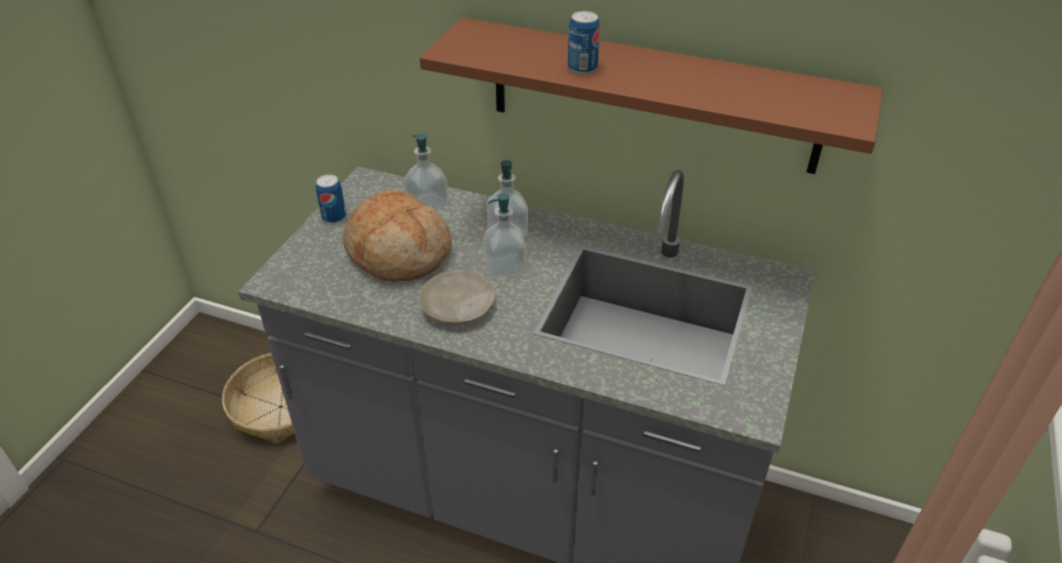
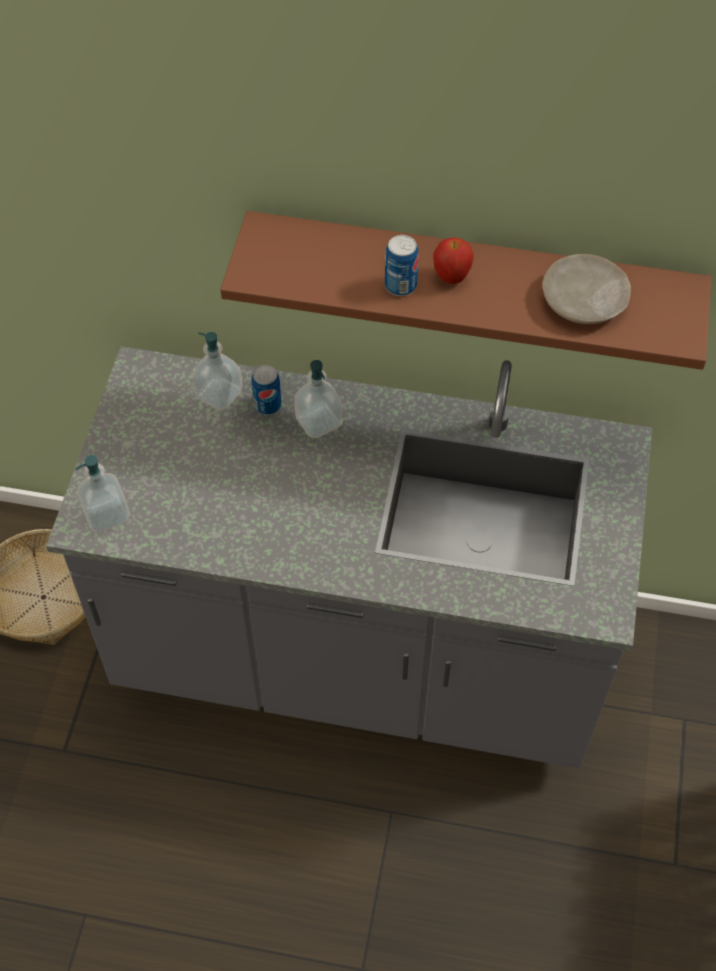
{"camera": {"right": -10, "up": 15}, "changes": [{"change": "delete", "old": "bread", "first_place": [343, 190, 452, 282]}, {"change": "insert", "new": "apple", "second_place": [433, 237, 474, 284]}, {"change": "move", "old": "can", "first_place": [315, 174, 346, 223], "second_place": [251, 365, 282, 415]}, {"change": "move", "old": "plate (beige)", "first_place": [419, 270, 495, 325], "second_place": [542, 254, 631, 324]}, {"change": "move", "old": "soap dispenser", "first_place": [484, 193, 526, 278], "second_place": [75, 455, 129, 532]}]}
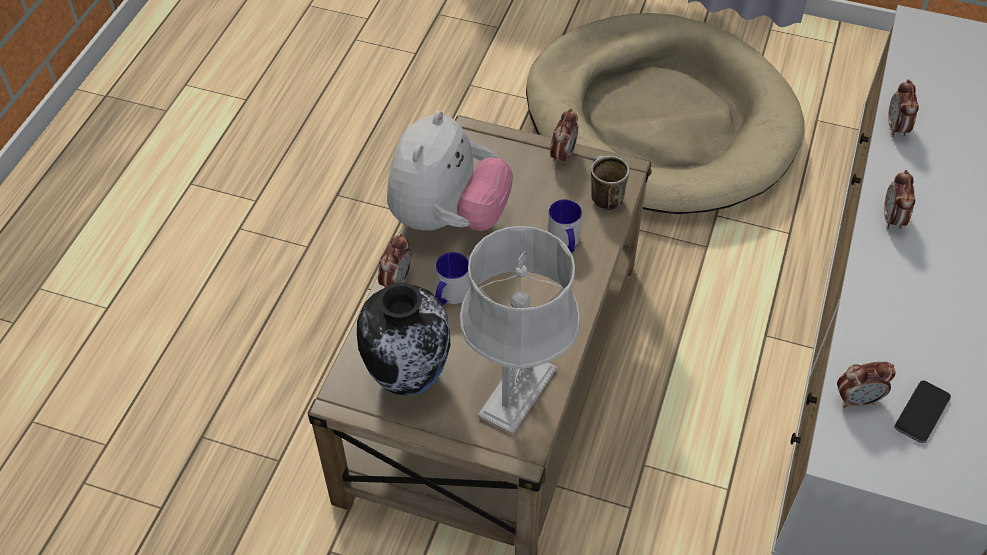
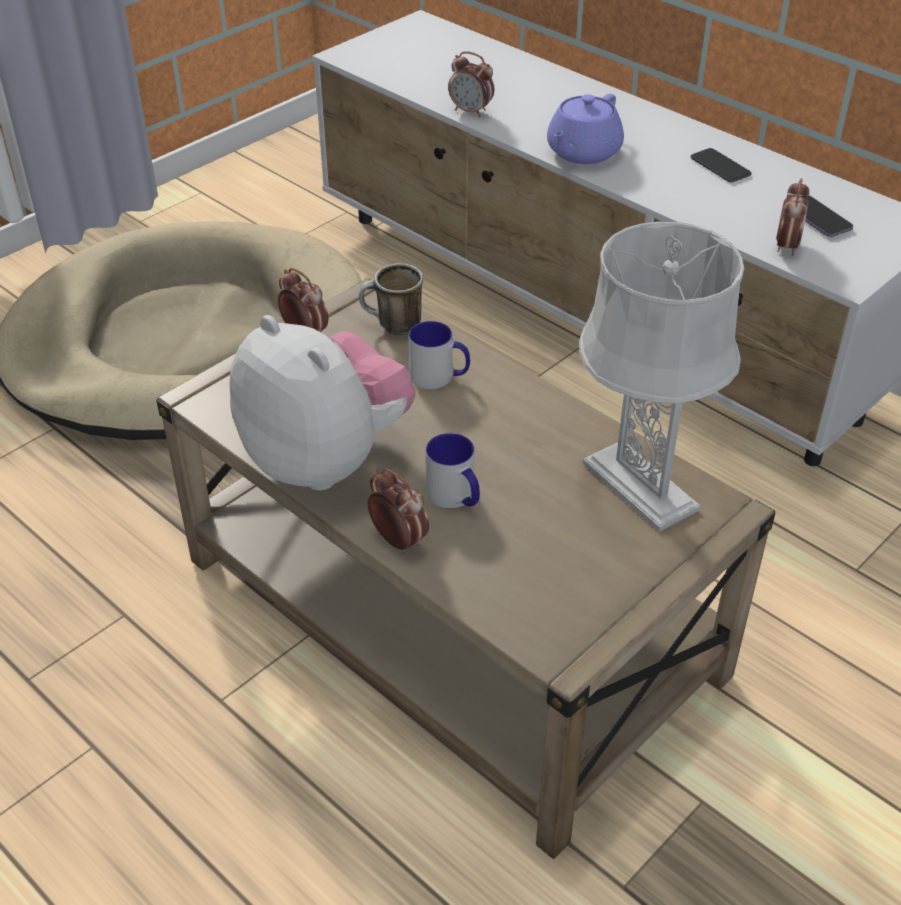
{"camera": {"right": -65, "up": -10}, "changes": [{"change": "delete", "old": "vase", "first_place": [357, 282, 450, 396]}, {"change": "insert", "new": "phone", "second_place": [690, 148, 752, 182]}, {"change": "replace", "old": "alarm clock", "new": "teapot (purple)", "first_place": [884, 170, 915, 229], "second_place": [547, 94, 624, 164]}]}
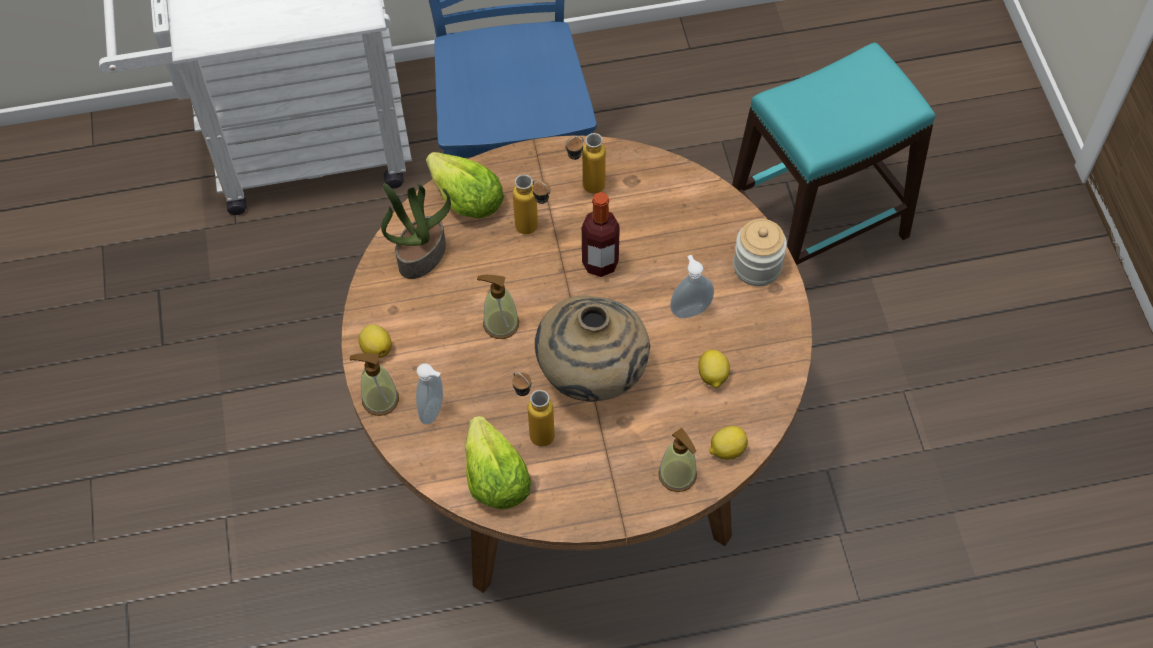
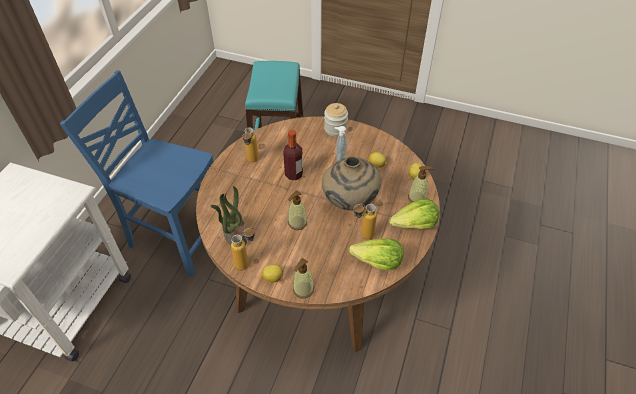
{"camera": {"right": -60, "up": -10}, "changes": [{"change": "delete", "old": "soap dispenser", "first_place": [416, 363, 443, 424]}, {"change": "move", "old": "lettuce", "first_place": [426, 152, 504, 218], "second_place": [389, 199, 439, 229]}, {"change": "move", "old": "bottle", "first_place": [513, 174, 550, 234], "second_place": [231, 228, 255, 270]}]}
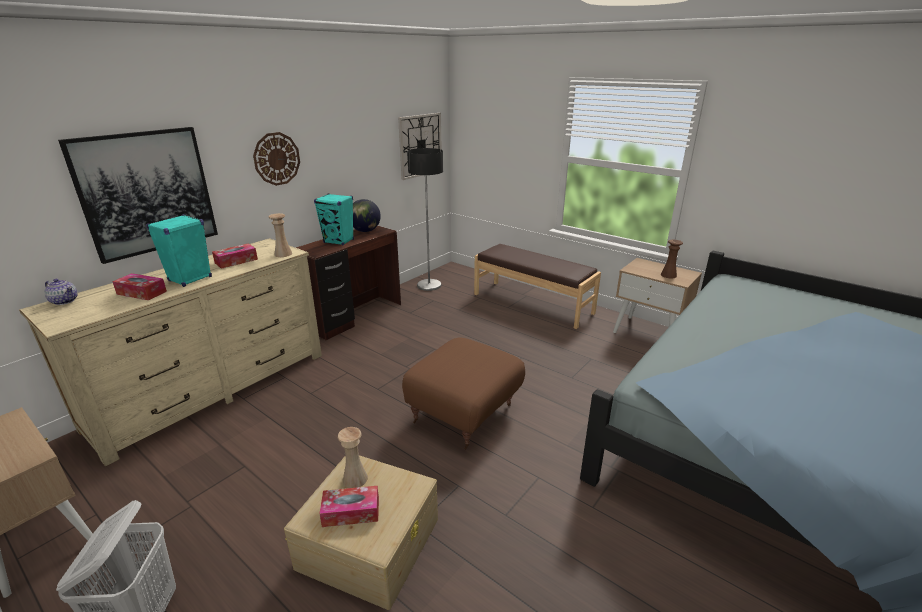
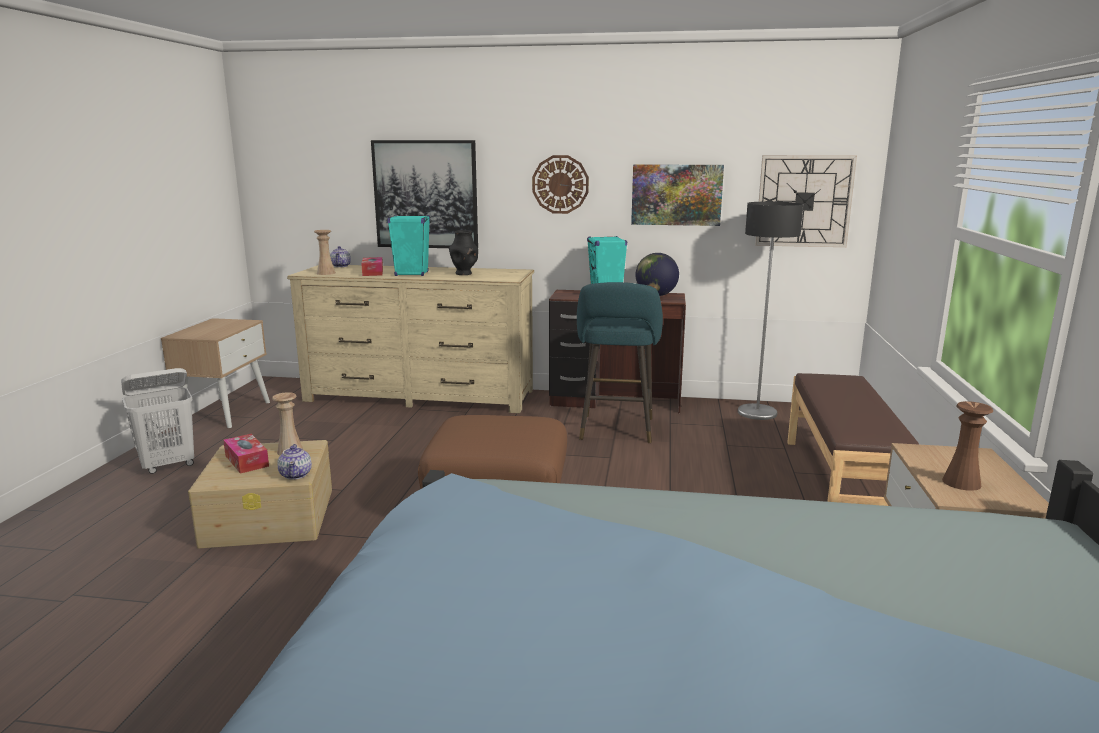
{"camera": {"right": 60, "up": -10}, "changes": [{"change": "insert", "new": "teapot", "second_place": [277, 444, 312, 480]}, {"change": "insert", "new": "stool (turquoise)", "second_place": [577, 282, 663, 443]}, {"change": "insert", "new": "picture", "second_place": [631, 164, 724, 226]}, {"change": "move", "old": "vase (beige)", "first_place": [269, 213, 292, 257], "second_place": [314, 230, 336, 275]}, {"change": "replace", "old": "tissue box", "new": "vase (black)", "first_place": [212, 244, 258, 269], "second_place": [449, 230, 478, 275]}]}
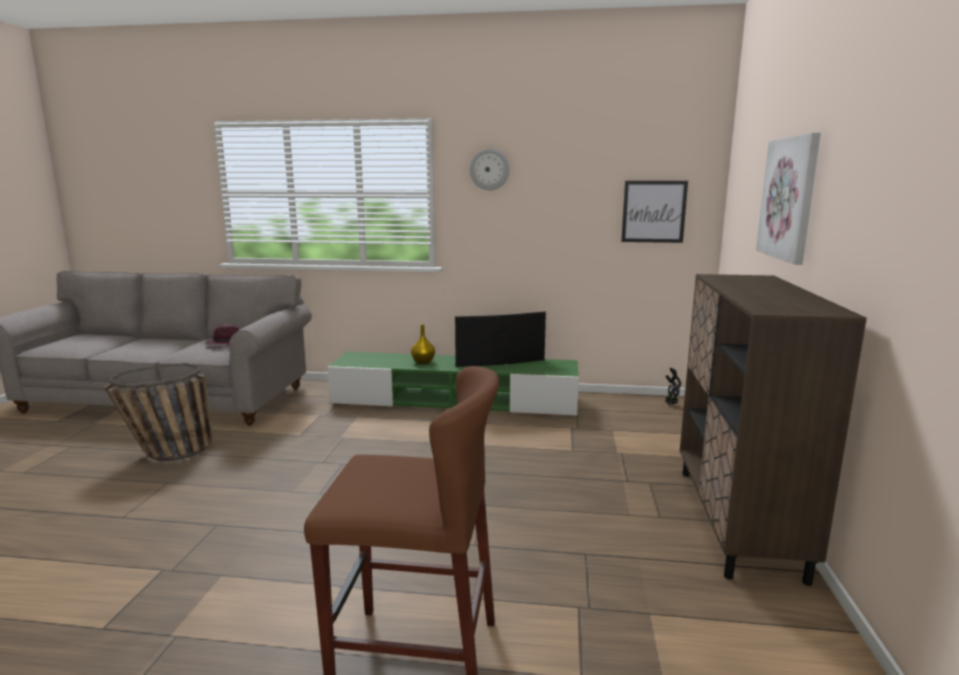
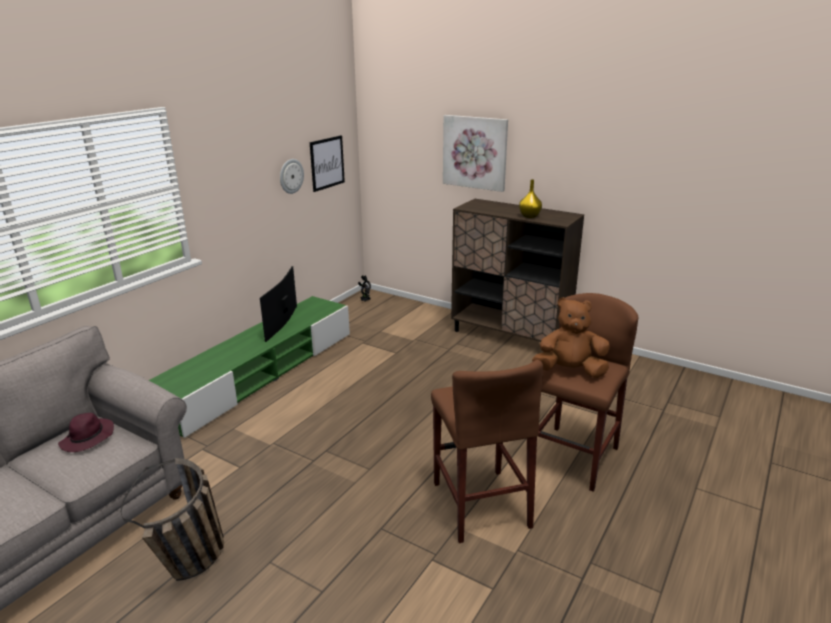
{"camera": {"right": -65, "up": 10}, "changes": [{"change": "insert", "new": "stool (brown)", "second_place": [431, 360, 543, 543]}, {"change": "insert", "new": "plush toy (brown)", "second_place": [532, 297, 610, 378]}, {"change": "move", "old": "vase (yellow)", "first_place": [411, 324, 435, 364], "second_place": [519, 180, 542, 218]}, {"change": "move", "old": "wall clock", "first_place": [470, 149, 509, 190], "second_place": [280, 159, 304, 194]}]}
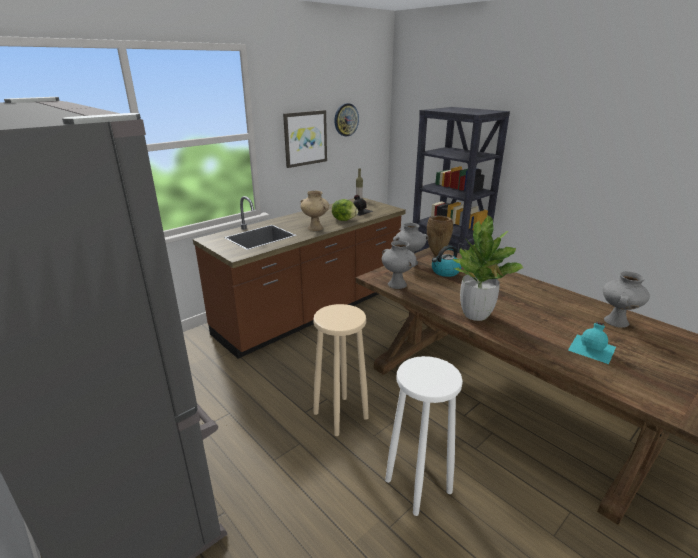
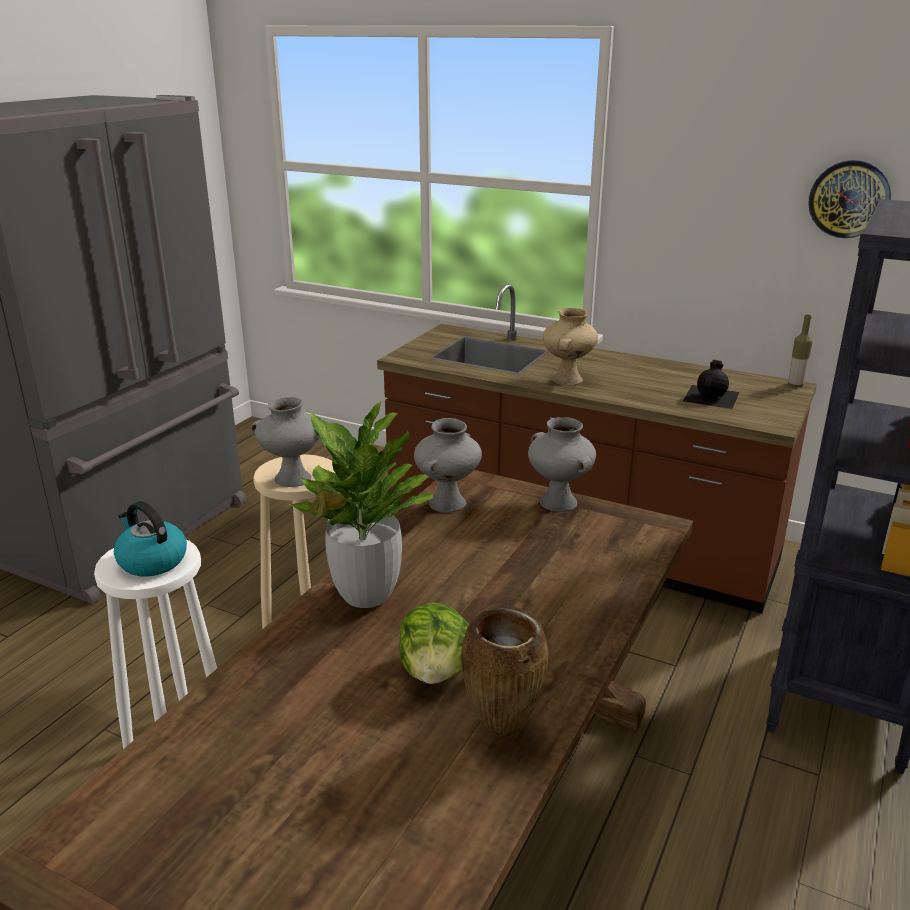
{"camera": {"right": 70, "up": 0}, "changes": [{"change": "delete", "old": "picture", "first_place": [283, 110, 327, 168]}, {"change": "delete", "old": "bottle (turquoise)", "first_place": [568, 322, 616, 364]}, {"change": "move", "old": "lettuce", "first_place": [332, 199, 358, 221], "second_place": [399, 603, 469, 684]}, {"change": "move", "old": "vase (brown)", "first_place": [427, 215, 453, 256], "second_place": [461, 604, 549, 737]}, {"change": "move", "old": "kettle", "first_place": [432, 245, 462, 277], "second_place": [114, 501, 187, 577]}, {"change": "move", "old": "vase (grey)", "first_place": [603, 271, 650, 328], "second_place": [251, 397, 320, 487]}]}
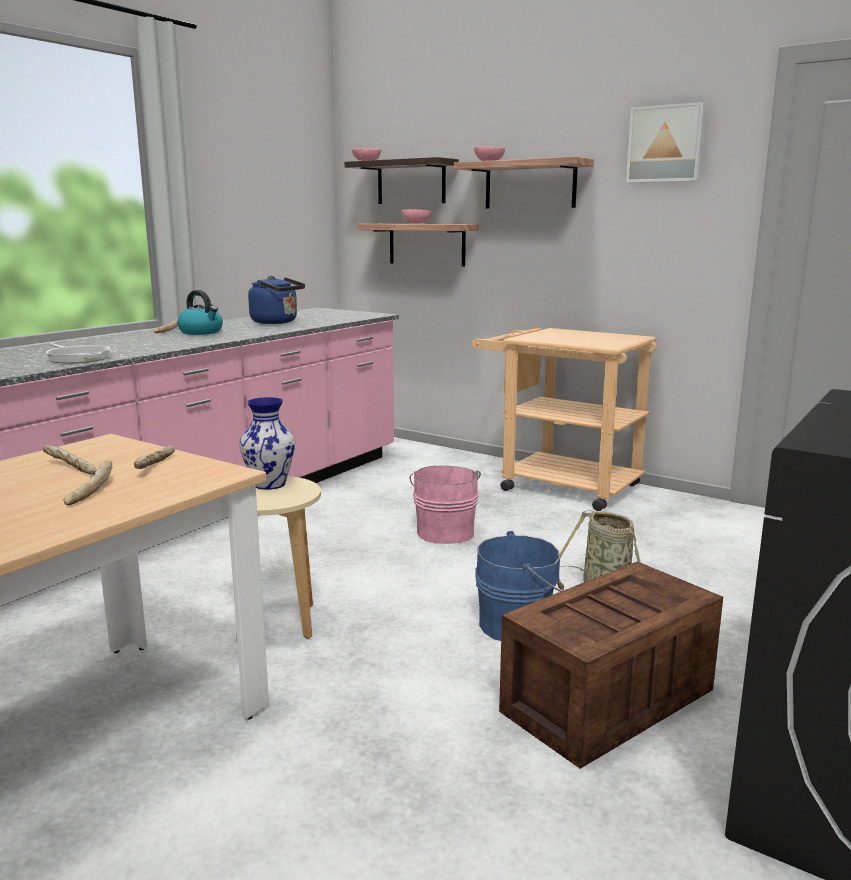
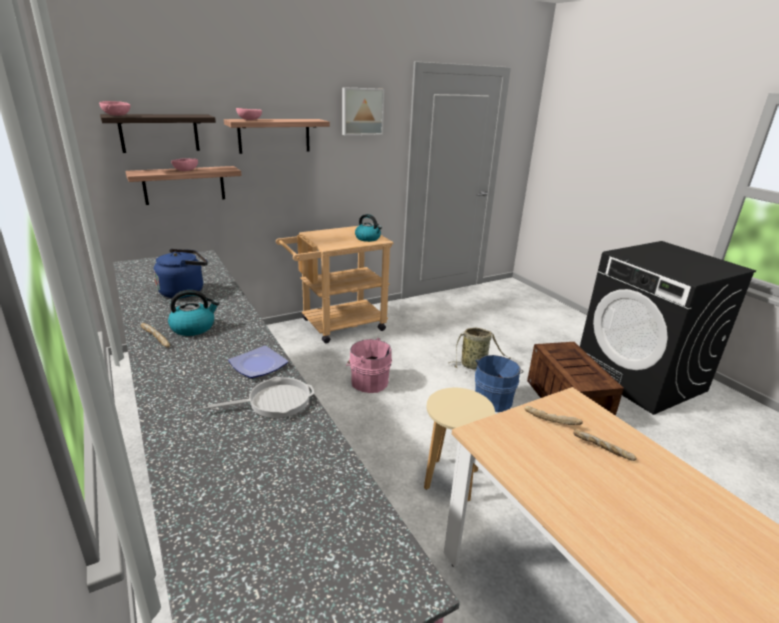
{"camera": {"right": -65, "up": 10}, "changes": [{"change": "delete", "old": "bread", "first_place": [43, 445, 97, 475]}, {"change": "delete", "old": "vase", "first_place": [239, 397, 295, 490]}, {"change": "insert", "new": "plate", "second_place": [228, 345, 288, 378]}, {"change": "insert", "new": "kettle", "second_place": [355, 214, 382, 242]}]}
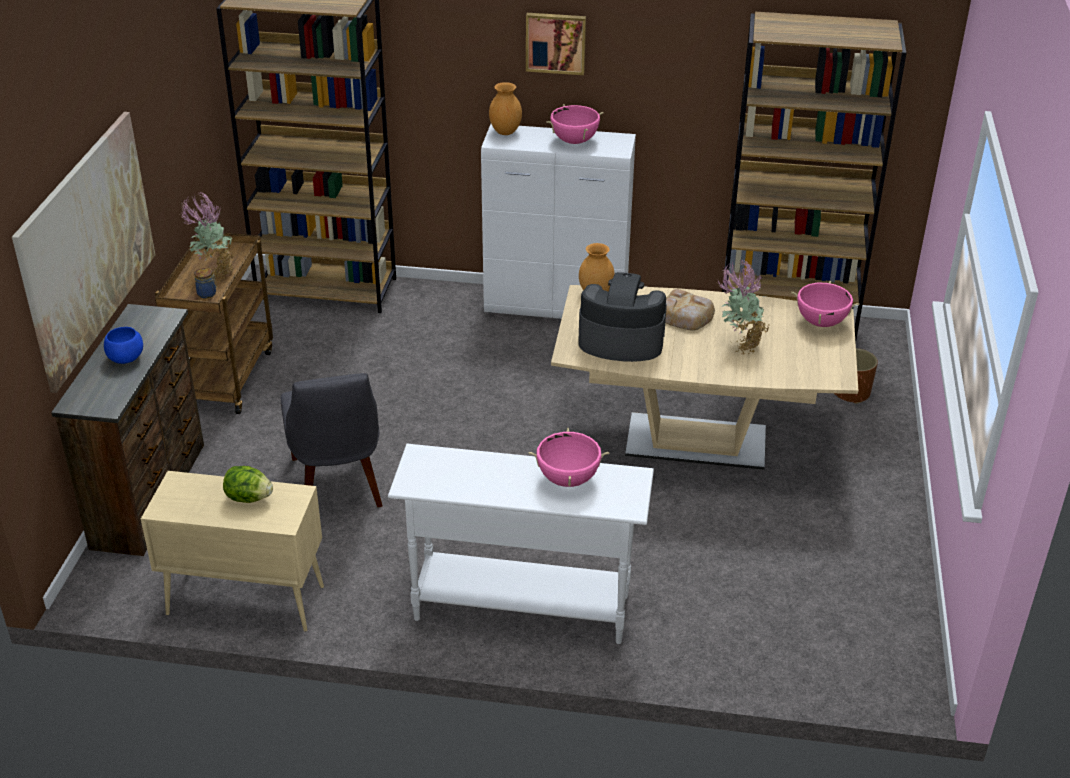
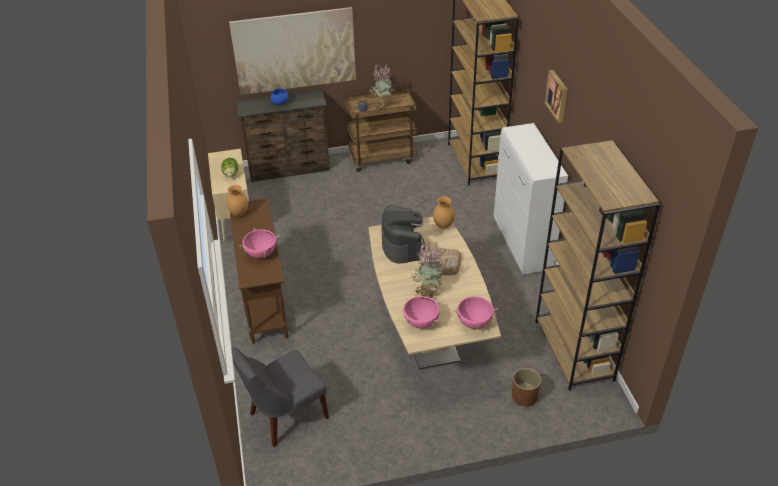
{"camera": {"right": 70, "up": 5}, "changes": [{"change": "move", "old": "chair (grey)", "first_place": [281, 373, 383, 507], "second_place": [231, 346, 329, 447]}, {"change": "move", "old": "vase (brown)", "first_place": [489, 82, 522, 135], "second_place": [226, 185, 248, 217]}, {"change": "move", "old": "cooking pot (pink)", "first_place": [546, 104, 604, 144], "second_place": [403, 296, 440, 329]}, {"change": "recolor", "old": "console table (white)", "new": "console table (brown)", "first_place": [388, 444, 654, 644], "second_place": [230, 198, 288, 344]}]}
